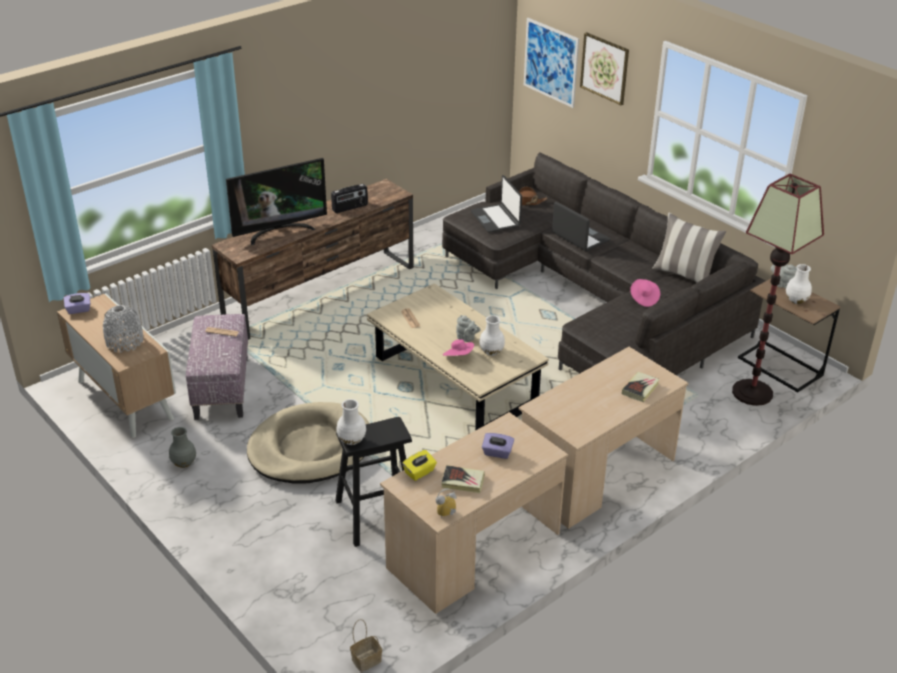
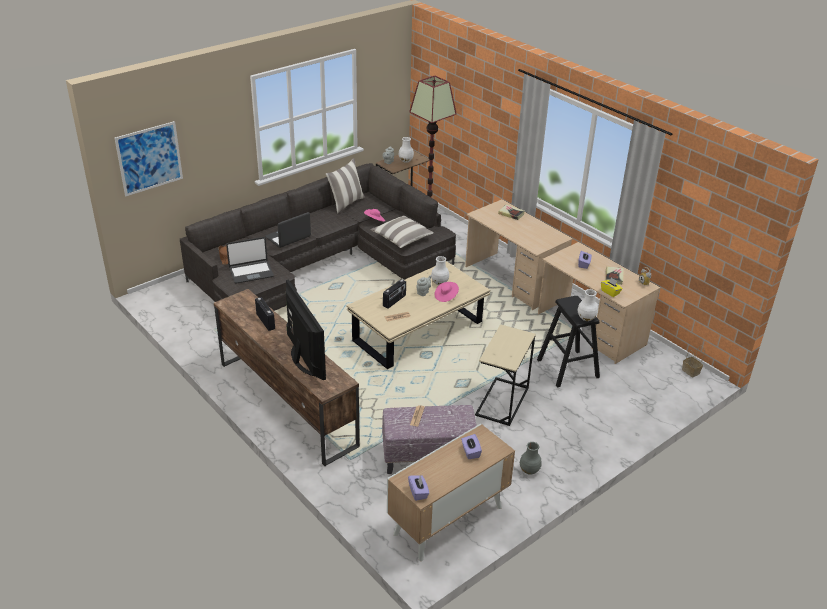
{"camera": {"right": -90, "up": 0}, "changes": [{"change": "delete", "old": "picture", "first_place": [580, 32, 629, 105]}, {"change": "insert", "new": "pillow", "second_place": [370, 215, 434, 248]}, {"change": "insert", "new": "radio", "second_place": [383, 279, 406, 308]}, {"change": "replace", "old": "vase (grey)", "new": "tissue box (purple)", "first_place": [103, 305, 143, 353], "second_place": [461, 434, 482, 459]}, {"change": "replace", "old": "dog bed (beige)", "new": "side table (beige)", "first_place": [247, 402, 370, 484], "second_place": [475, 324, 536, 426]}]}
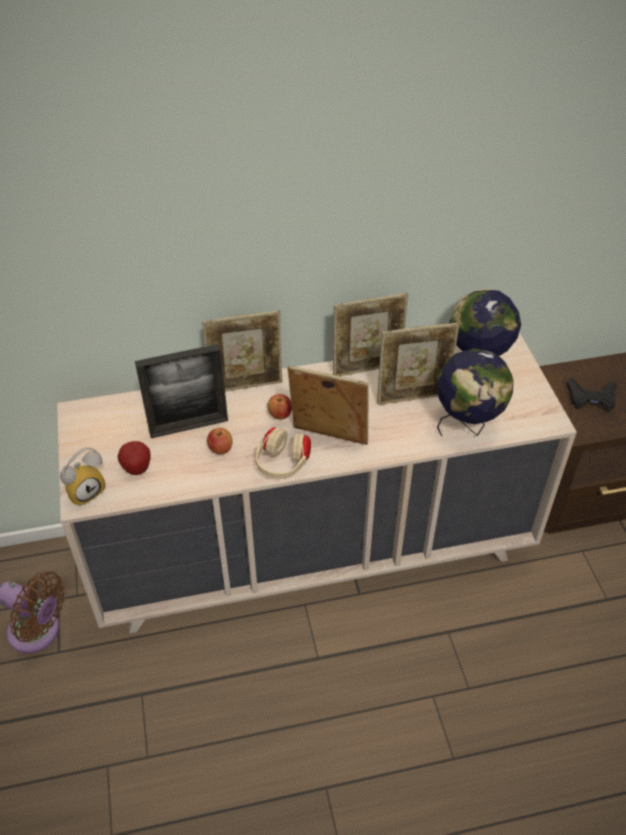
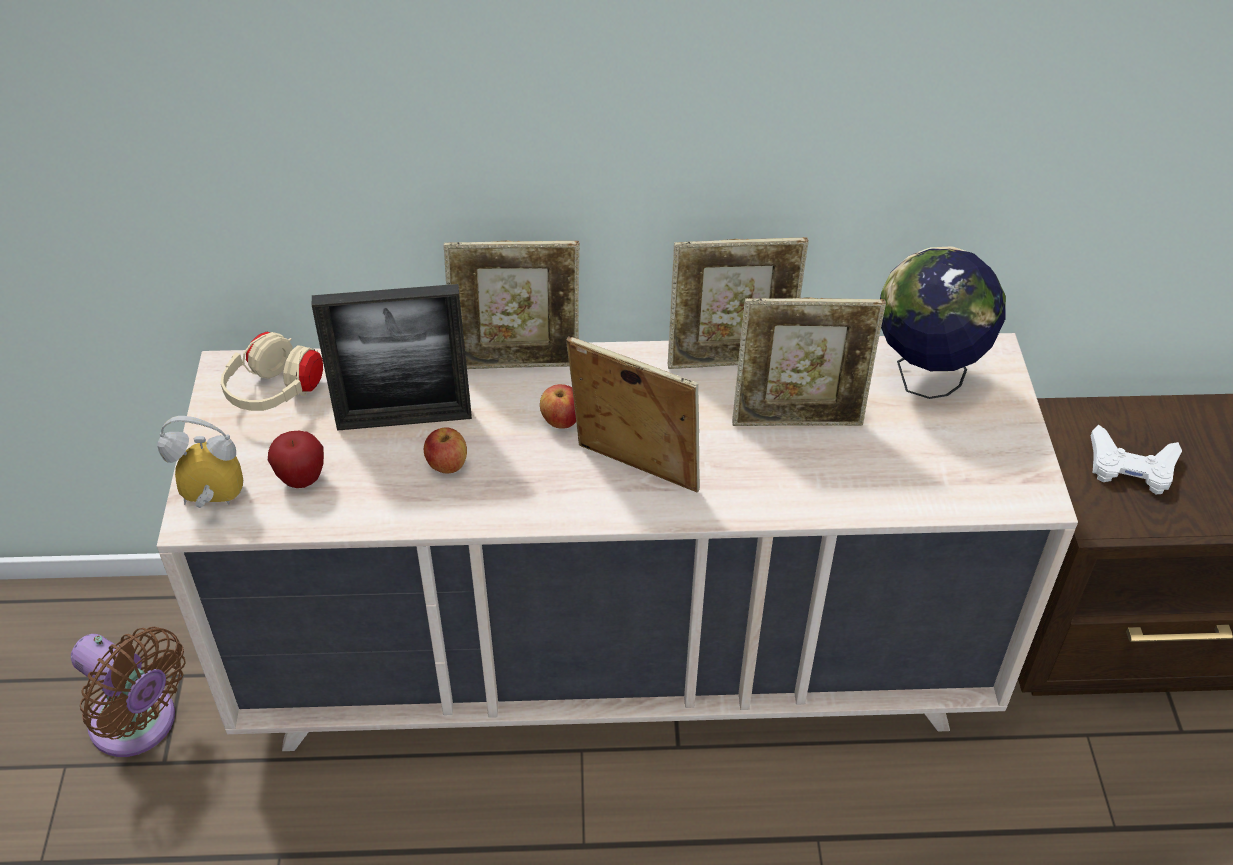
{"camera": {"right": 10, "up": 0}, "changes": [{"change": "delete", "old": "globe", "first_place": [437, 348, 513, 436]}, {"change": "move", "old": "headphones (beige)", "first_place": [256, 427, 311, 479], "second_place": [221, 332, 323, 411]}, {"change": "recolor", "old": "game controller (black)", "new": "game controller (white)", "first_place": [567, 378, 617, 412], "second_place": [1091, 425, 1182, 494]}, {"change": "rotate", "old": "alarm clock", "first_place": [60, 447, 105, 507], "second_place": [157, 416, 243, 508], "degrees": -150}]}
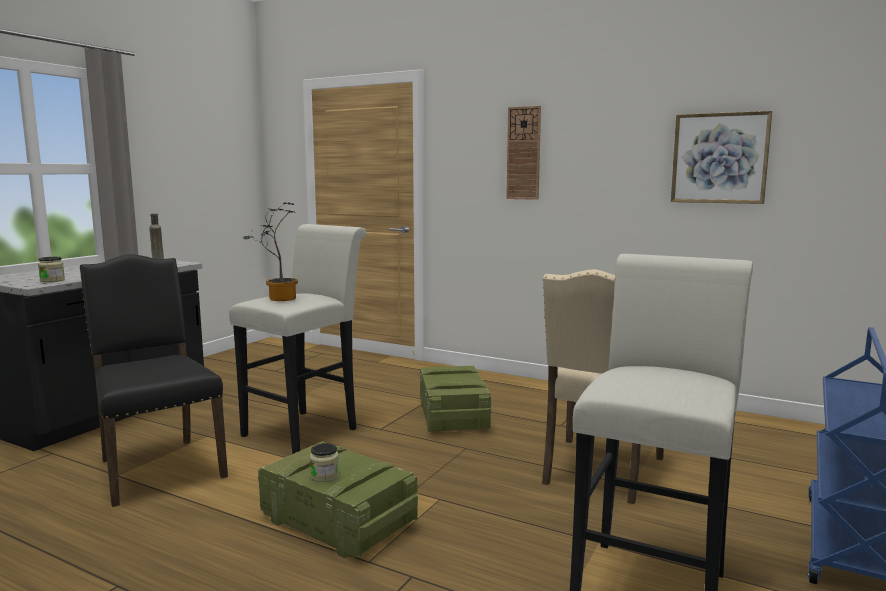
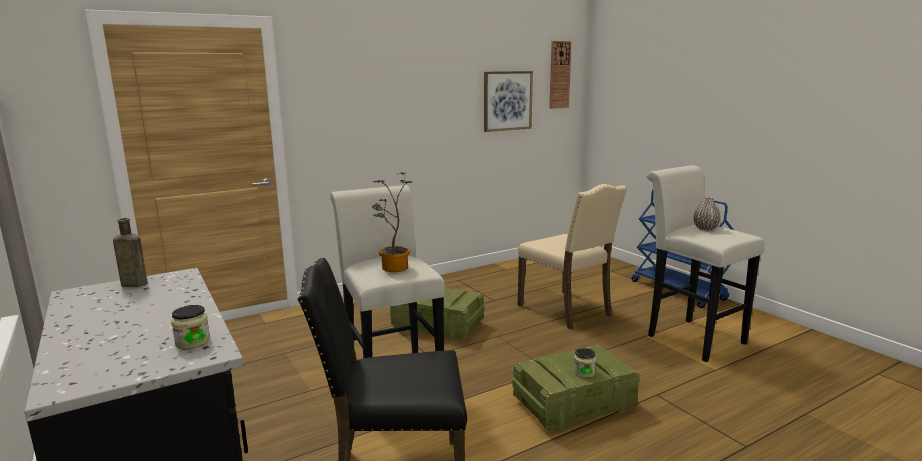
{"camera": {"right": -60, "up": 5}, "changes": [{"change": "insert", "new": "vase (grey)", "second_place": [693, 197, 721, 230]}, {"change": "move", "old": "wall clock", "first_place": [506, 106, 541, 200], "second_place": [549, 41, 572, 109]}]}
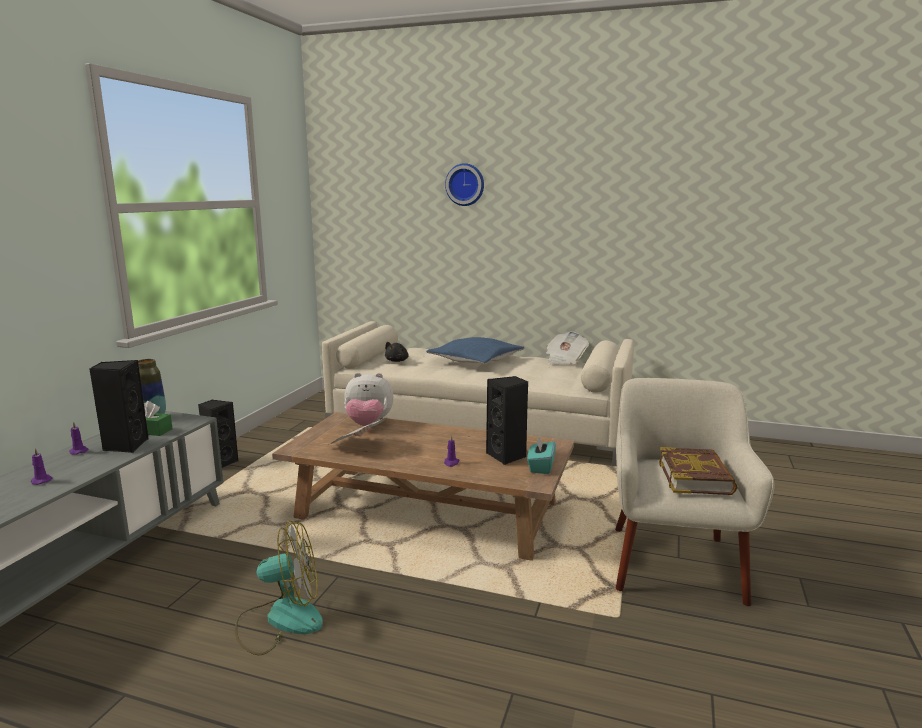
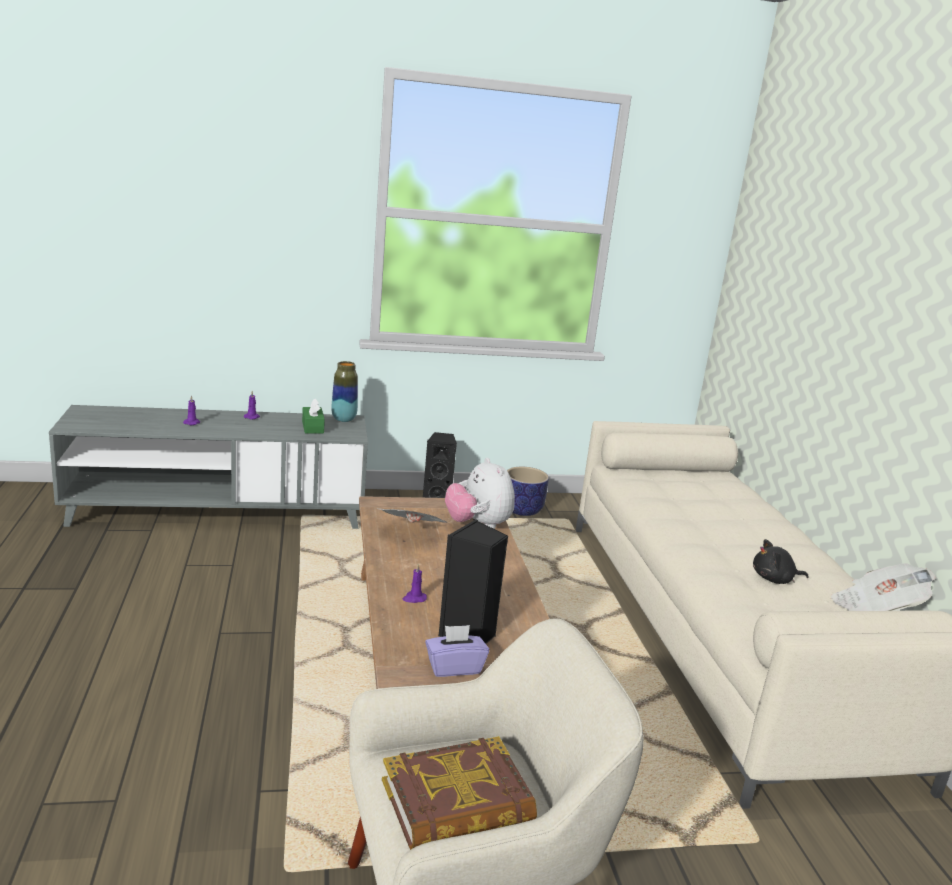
{"camera": {"right": 60, "up": 5}, "changes": [{"change": "delete", "old": "speaker (black)", "first_place": [89, 360, 149, 453]}, {"change": "delete", "old": "fan", "first_place": [235, 521, 323, 655]}, {"change": "delete", "old": "pillow (blue)", "first_place": [426, 337, 524, 364]}, {"change": "delete", "old": "wall clock", "first_place": [445, 163, 484, 206]}, {"change": "insert", "new": "planter", "second_place": [507, 467, 549, 516]}, {"change": "move", "old": "plush toy (black)", "first_place": [385, 342, 409, 362], "second_place": [753, 539, 809, 584]}, {"change": "recolor", "old": "tissue box (turquoise)", "new": "tissue box (purple)", "first_place": [527, 436, 556, 474], "second_place": [425, 625, 489, 677]}]}
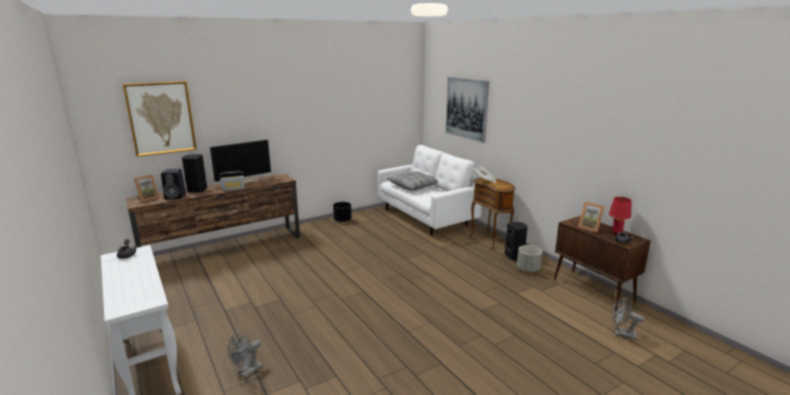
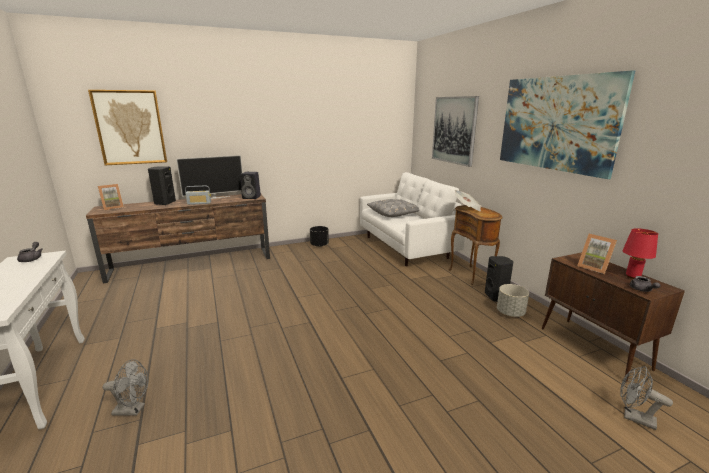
{"camera": {"right": 10, "up": 0}, "changes": [{"change": "insert", "new": "picture", "second_place": [500, 70, 635, 179]}, {"change": "move", "old": "speaker (black)", "first_place": [161, 169, 186, 199], "second_place": [241, 172, 261, 199]}, {"change": "rotate", "old": "fan (grey)", "first_place": [228, 333, 263, 378], "second_place": [103, 359, 149, 415], "degrees": -135}]}
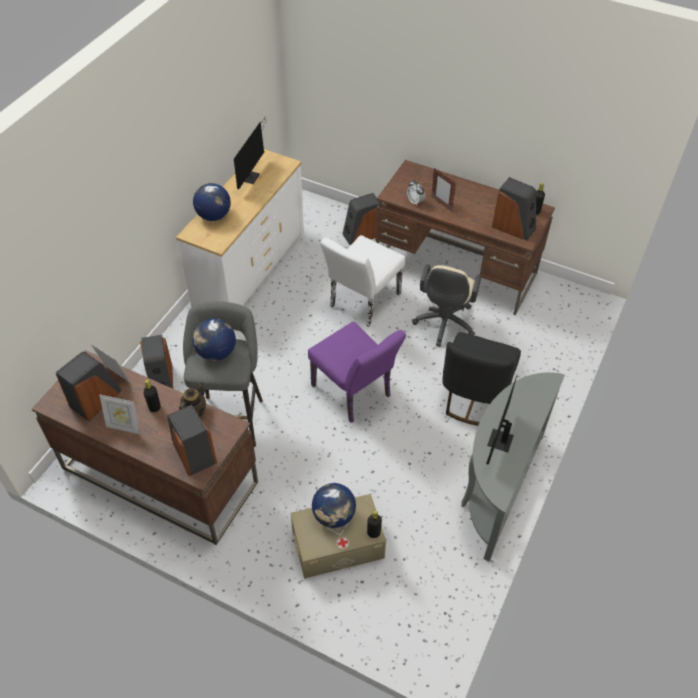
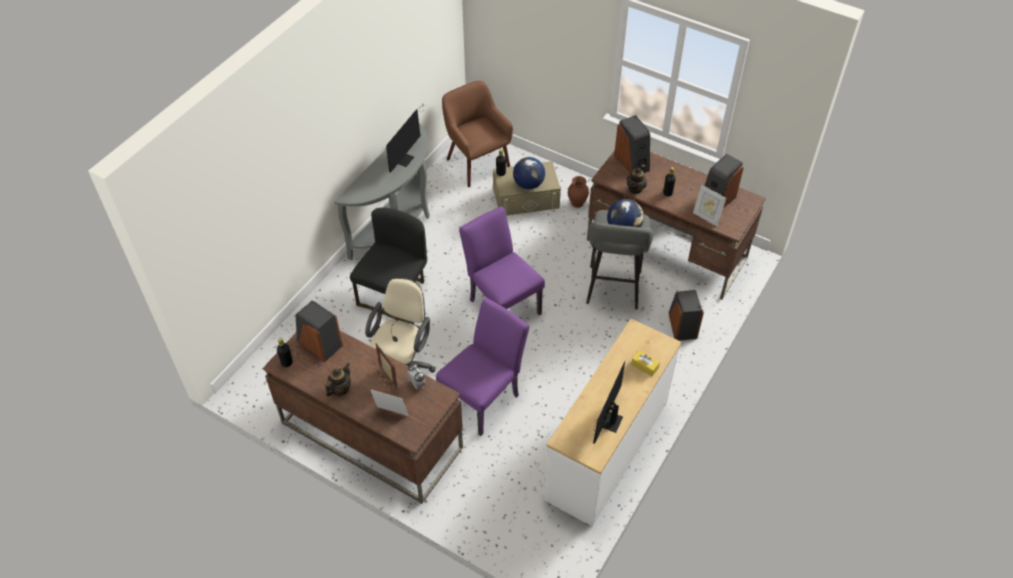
{"camera": {"right": -175, "up": 0}, "changes": [{"change": "delete", "old": "speaker", "first_place": [342, 193, 379, 245]}, {"change": "insert", "new": "teapot", "second_place": [325, 363, 351, 397]}, {"change": "insert", "new": "armchair (brown)", "second_place": [442, 81, 513, 187]}, {"change": "insert", "new": "vase (brown)", "second_place": [568, 176, 589, 208]}, {"change": "move", "old": "picture frame", "first_place": [99, 394, 140, 434], "second_place": [370, 389, 408, 416]}, {"change": "replace", "old": "globe", "new": "tissue box (yellow)", "first_place": [193, 183, 231, 221], "second_place": [631, 350, 660, 376]}, {"change": "recolor", "old": "chair (white)", "new": "chair (purple)", "first_place": [320, 235, 405, 327], "second_place": [436, 298, 529, 436]}]}
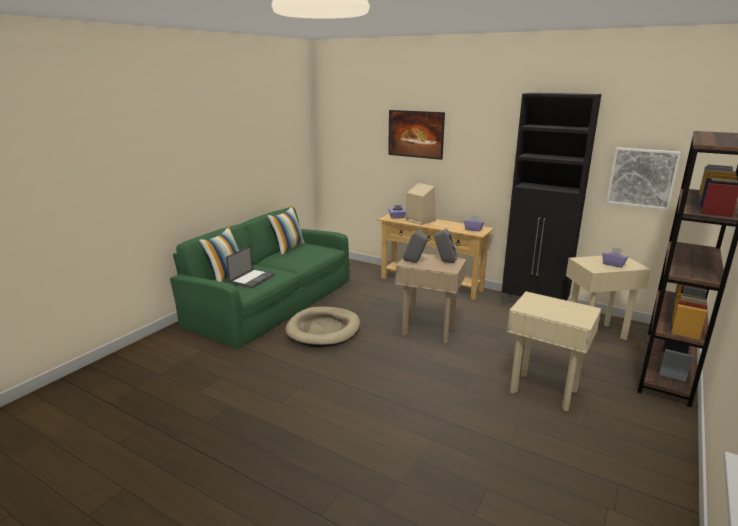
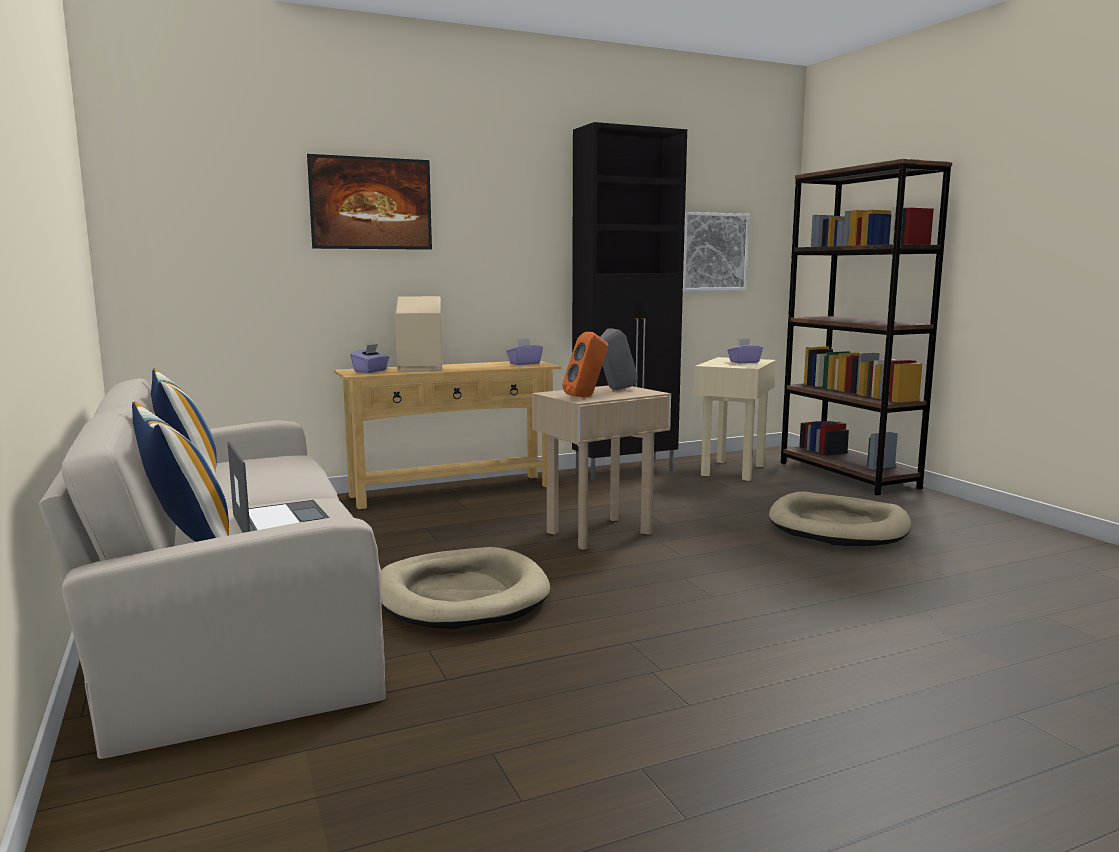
{"camera": {"right": -55, "up": -10}, "changes": [{"change": "replace", "old": "side table (beige)", "new": "dog bed (beige)", "first_place": [507, 291, 601, 411], "second_place": [769, 492, 911, 546]}, {"change": "recolor", "old": "sofa (green)", "new": "sofa (beige)", "first_place": [170, 207, 350, 349], "second_place": [39, 378, 386, 759]}, {"change": "recolor", "old": "speaker (grey)", "new": "speaker (orange)", "first_place": [403, 230, 428, 263], "second_place": [562, 332, 608, 397]}]}
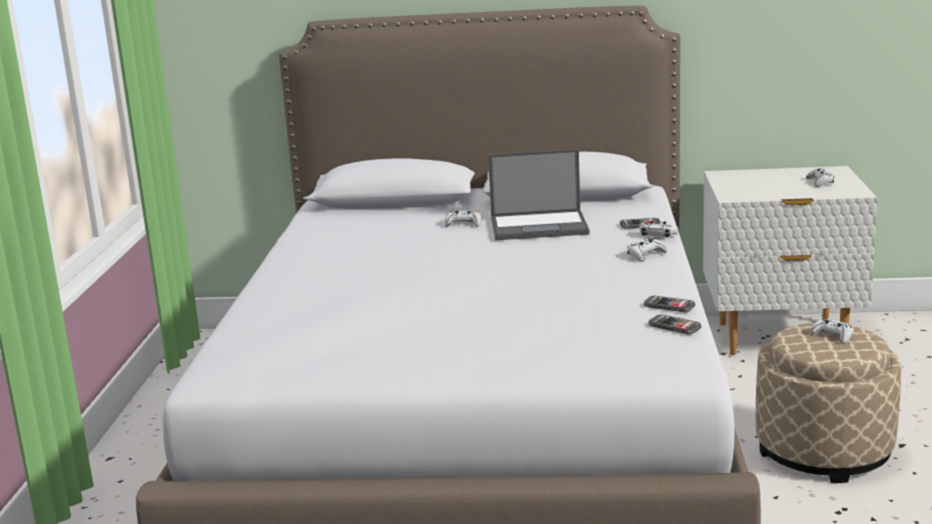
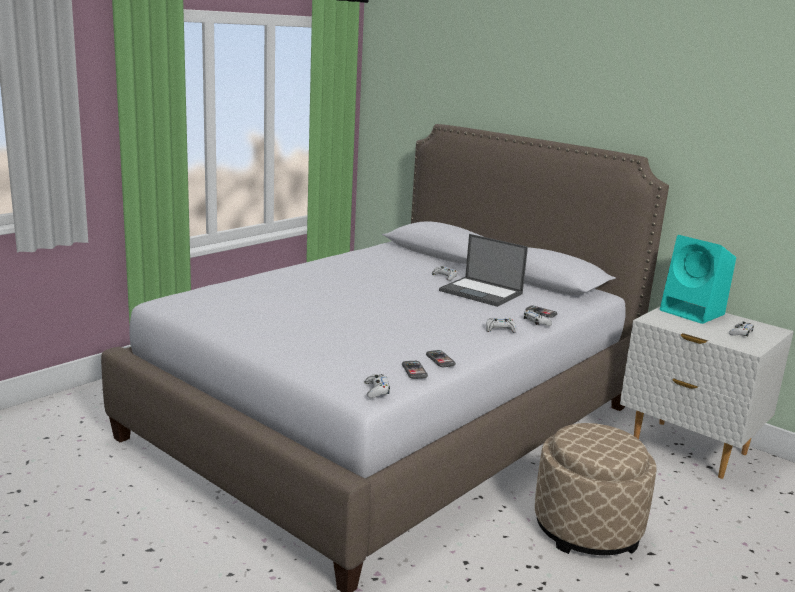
{"camera": {"right": 35, "up": 0}, "changes": [{"change": "insert", "new": "speaker (turquoise)", "second_place": [660, 235, 736, 324]}, {"change": "move", "old": "game controller (white)", "first_place": [810, 319, 854, 344], "second_place": [364, 374, 390, 398]}]}
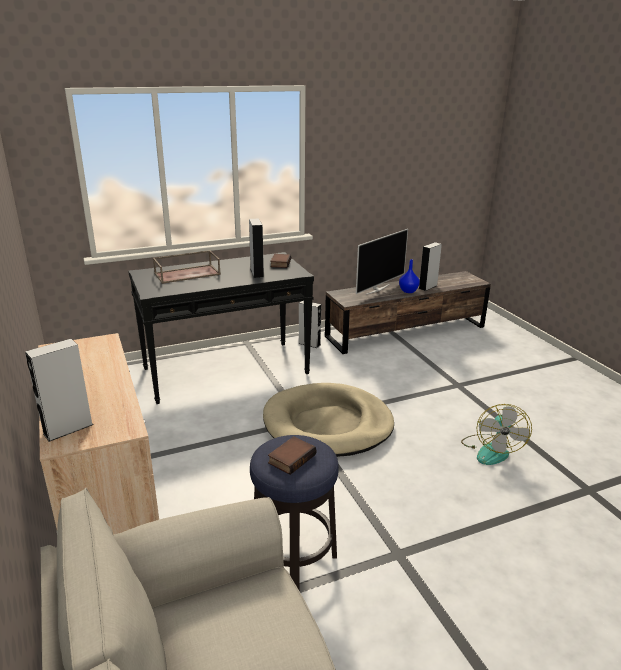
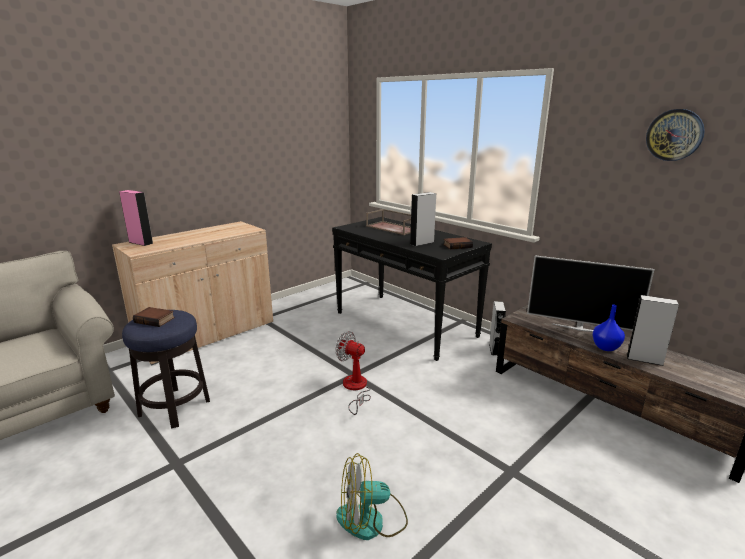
{"camera": {"right": 70, "up": -5}, "changes": [{"change": "insert", "new": "wall clock", "second_place": [646, 109, 705, 161]}, {"change": "replace", "old": "dog bed (beige)", "new": "fan", "first_place": [263, 383, 394, 457], "second_place": [335, 331, 371, 415]}, {"change": "recolor", "old": "speaker (grey)", "new": "speaker (pink)", "first_place": [25, 339, 93, 442], "second_place": [119, 190, 153, 246]}]}
